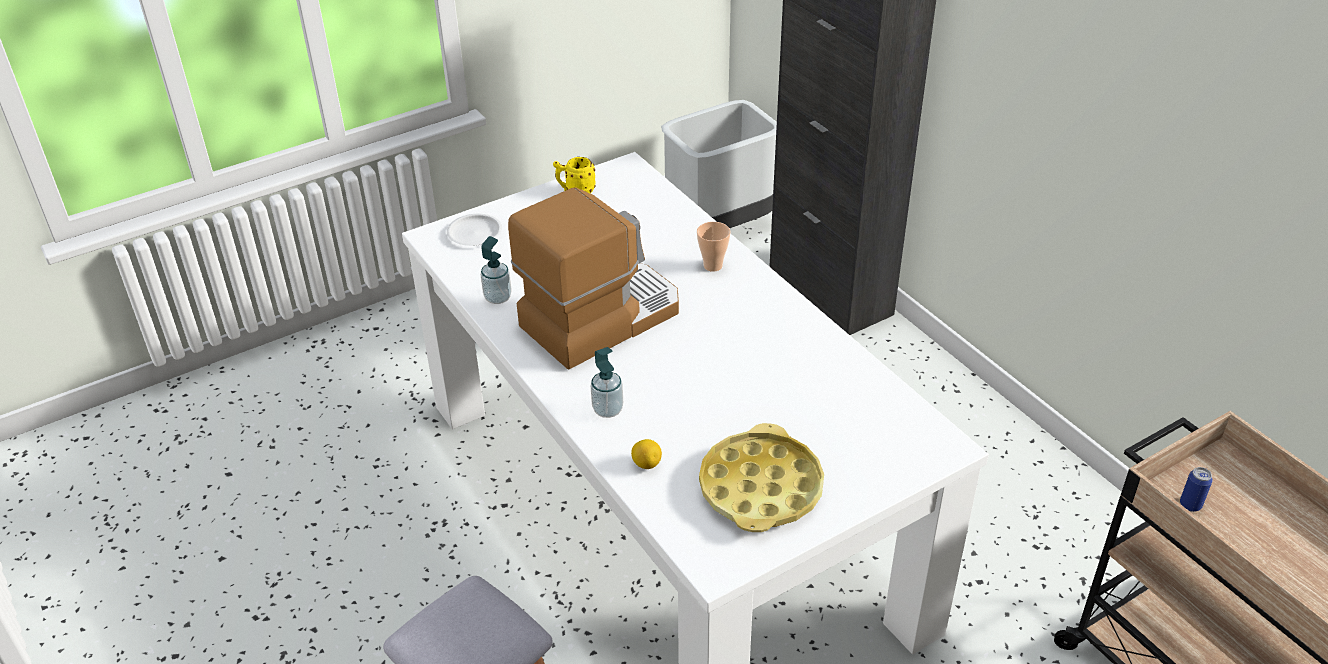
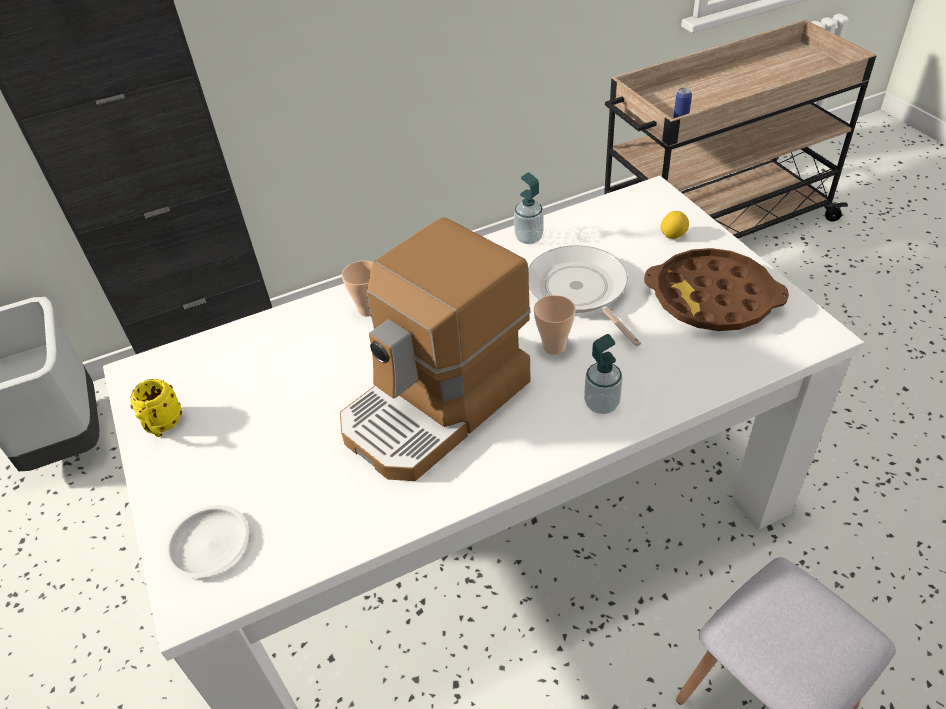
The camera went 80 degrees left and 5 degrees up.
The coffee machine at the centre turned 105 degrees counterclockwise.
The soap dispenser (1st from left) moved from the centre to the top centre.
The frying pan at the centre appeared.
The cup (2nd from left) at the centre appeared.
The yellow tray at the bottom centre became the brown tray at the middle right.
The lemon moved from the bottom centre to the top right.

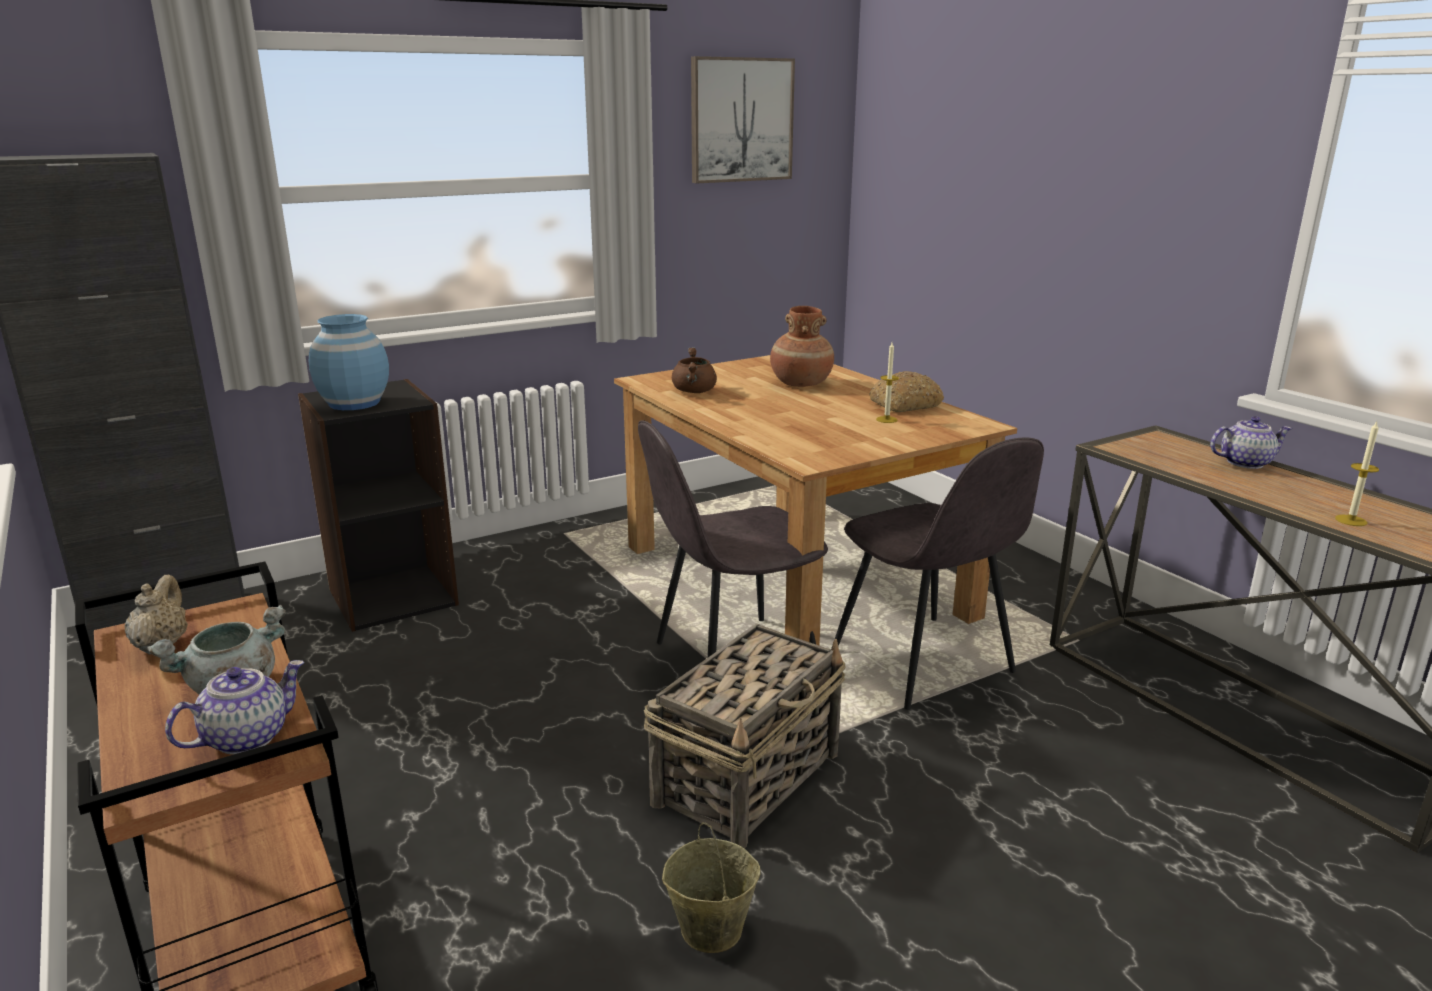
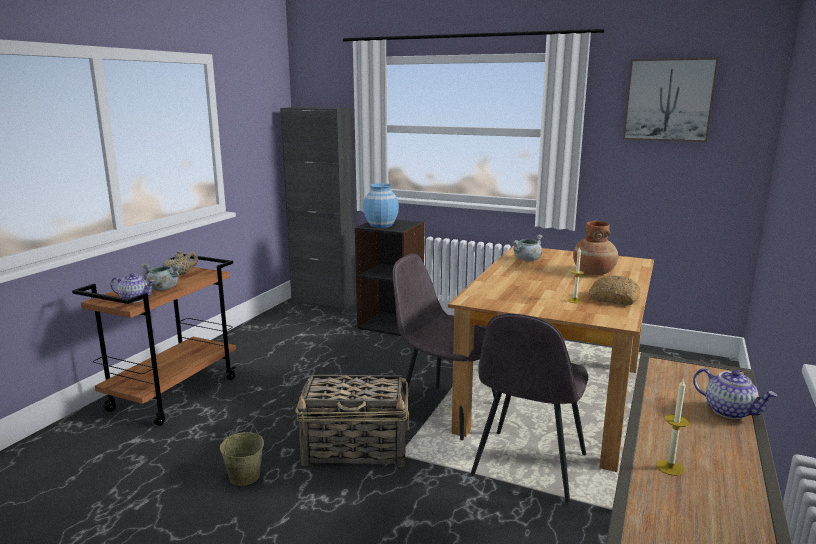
The camera went 55 degrees right and 5 degrees down.
The brown cooking pot at the centre became the grey cooking pot (2nd from left) at the centre.

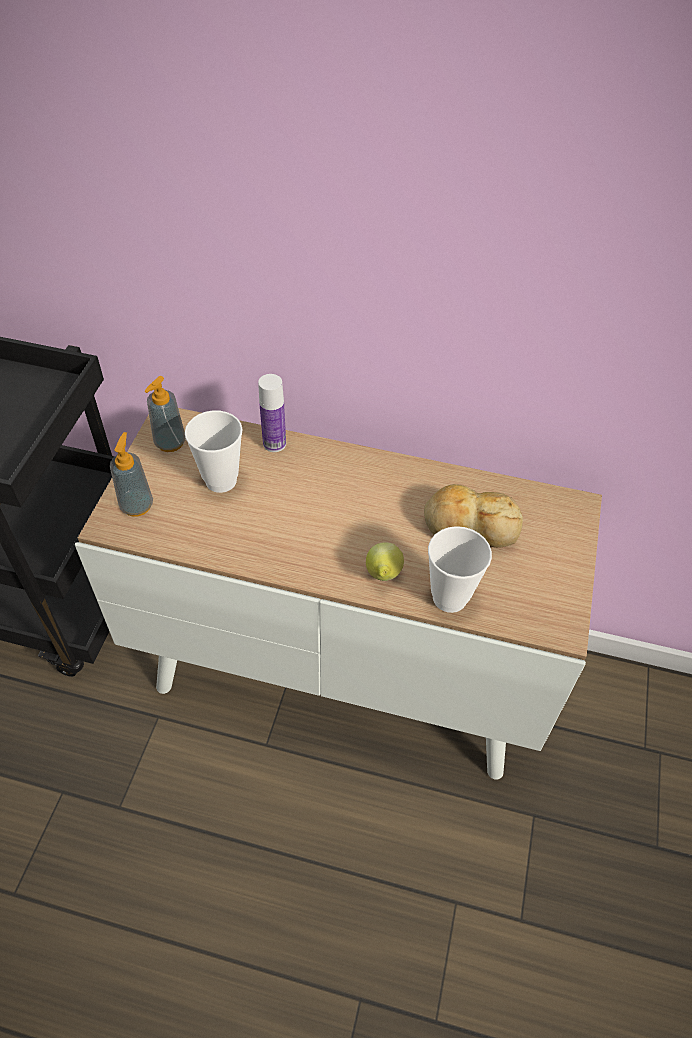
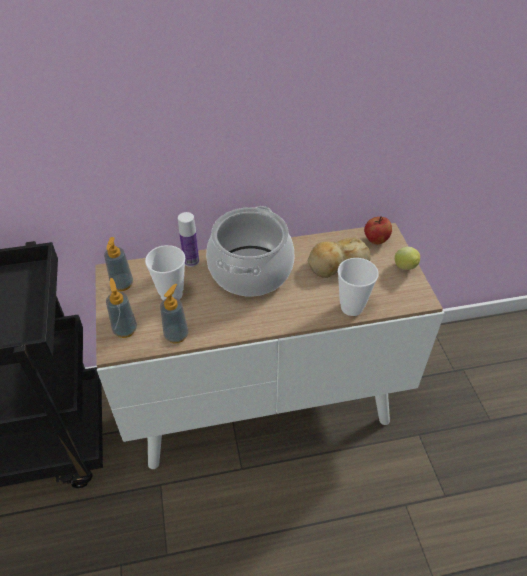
The camera went 25 degrees left and 5 degrees down.
The soap dispenser (3rd from left) at the middle left appeared.
The cooking pot at the centre appeared.
The apple at the middle right appeared.
The lemon moved from the centre to the middle right.

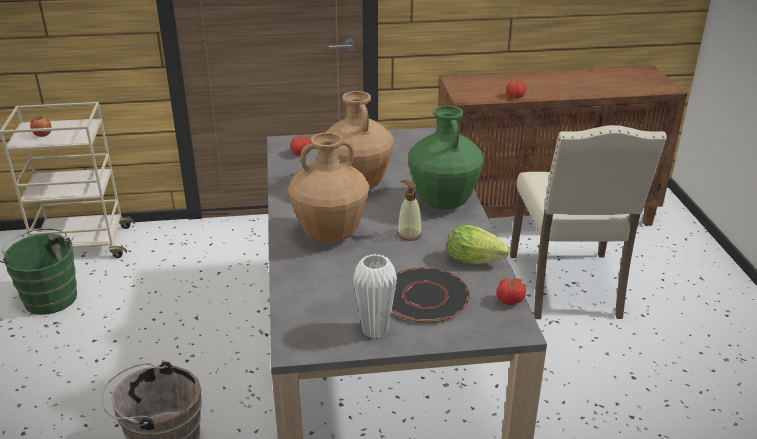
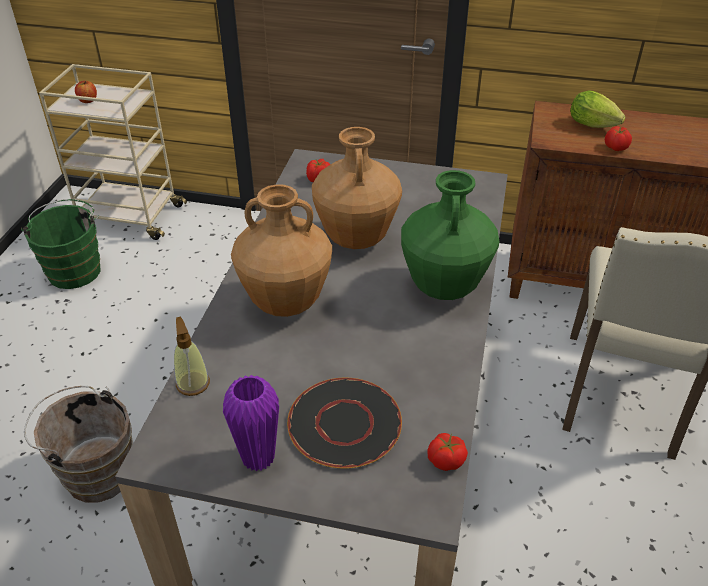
The camera went 20 degrees right and 10 degrees up.
The soap dispenser moved from the centre to the middle left.
The white vase at the bottom centre became the purple vase at the bottom centre.
The lettuce moved from the centre to the top right.

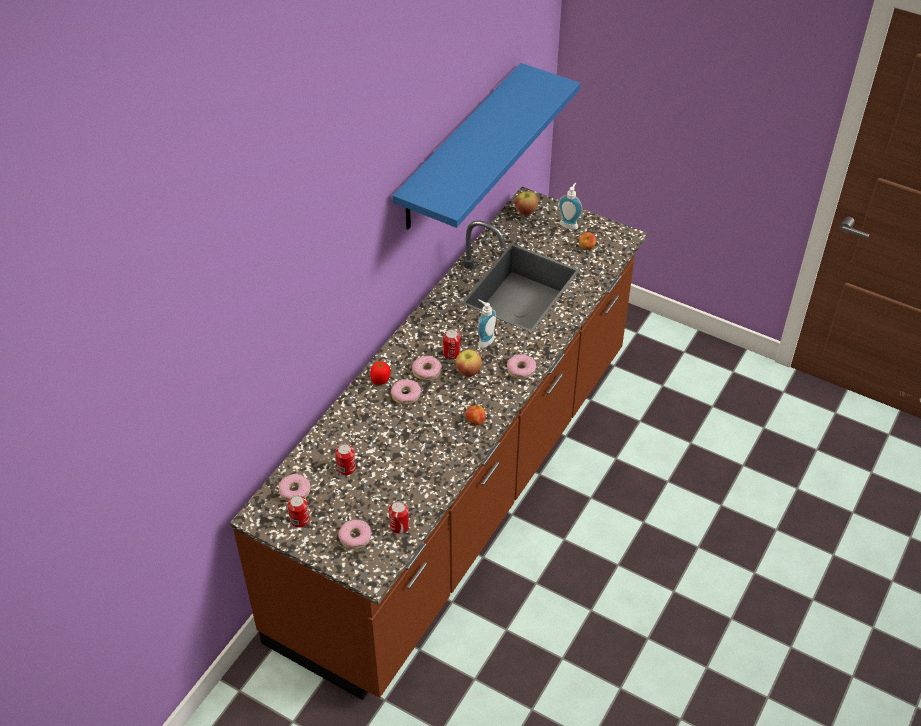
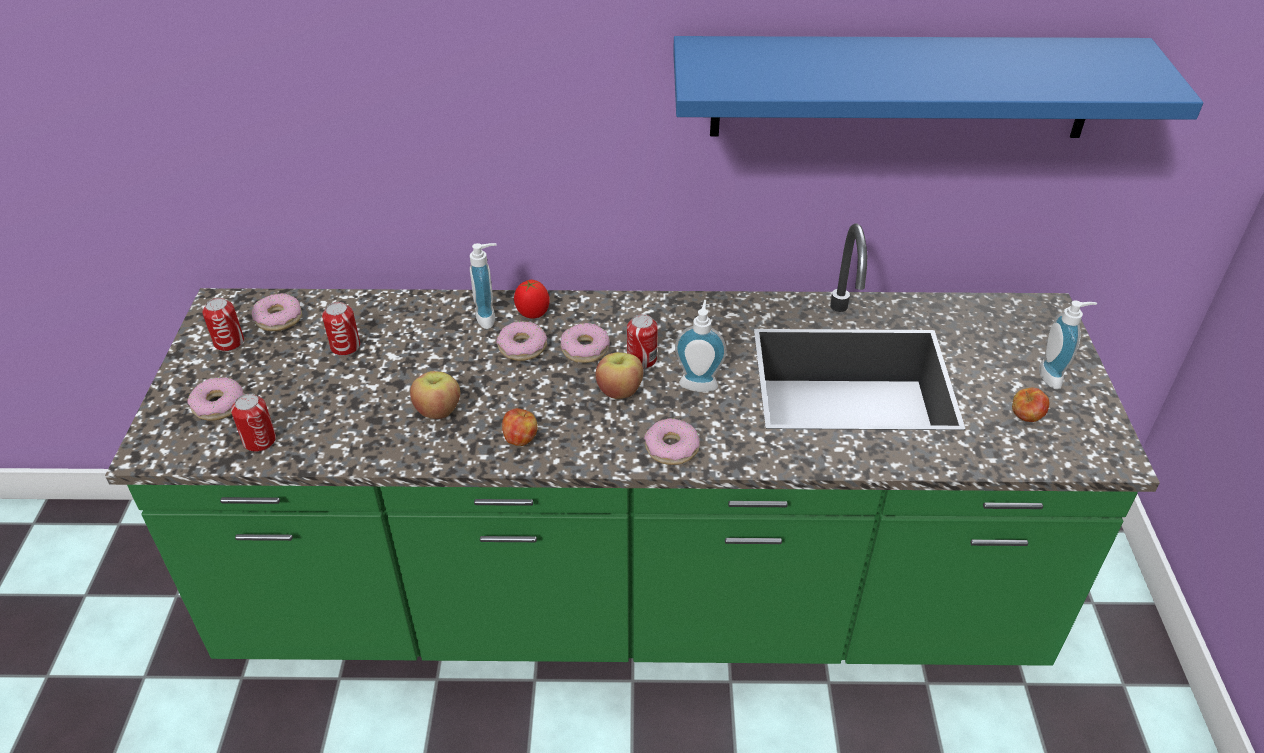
The camera went 60 degrees right and 5 degrees down.
The brown counter at the centre became the green counter at the centre.
The apple (3rd from left in the first image) moved from the top centre to the centre.
The soap dispenser (1st from left) at the centre appeared.

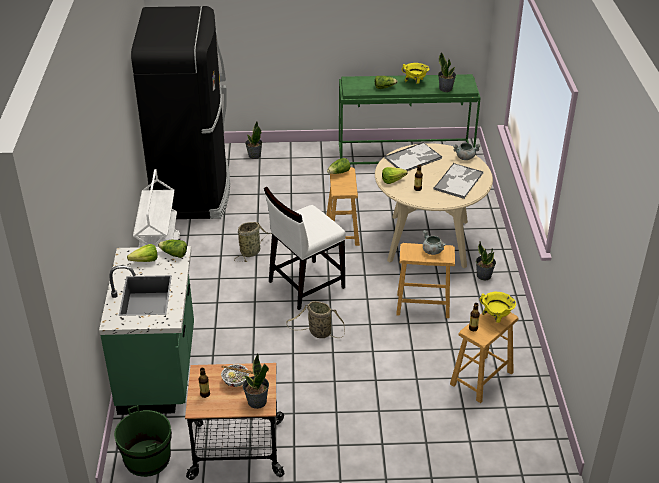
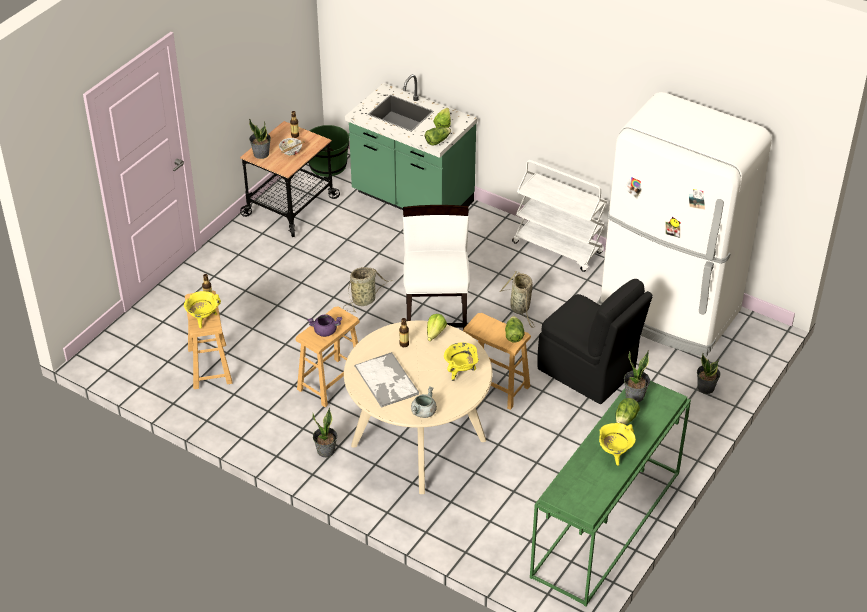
The camera went 125 degrees right and 5 degrees up.
The grey cooking pot (1st from left) at the centre became the purple cooking pot at the centre.
The tray (1st from left) at the top centre was replaced by the yellow cooking pot (2nd from left) at the centre.
The black chair at the middle right appeared.
The black fridge at the top left became the white fridge at the middle right.
The potted plant (3rd from left) moved from the top right to the middle right.

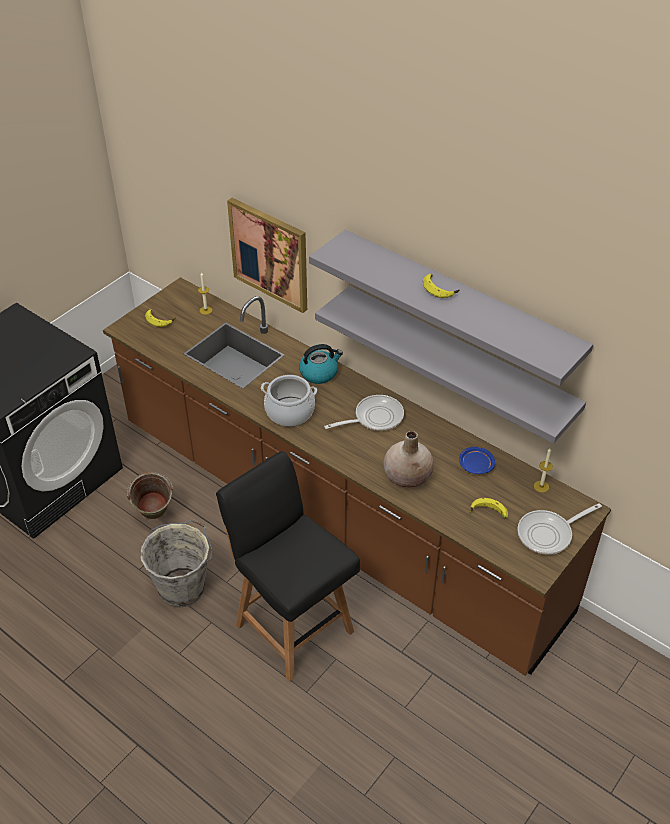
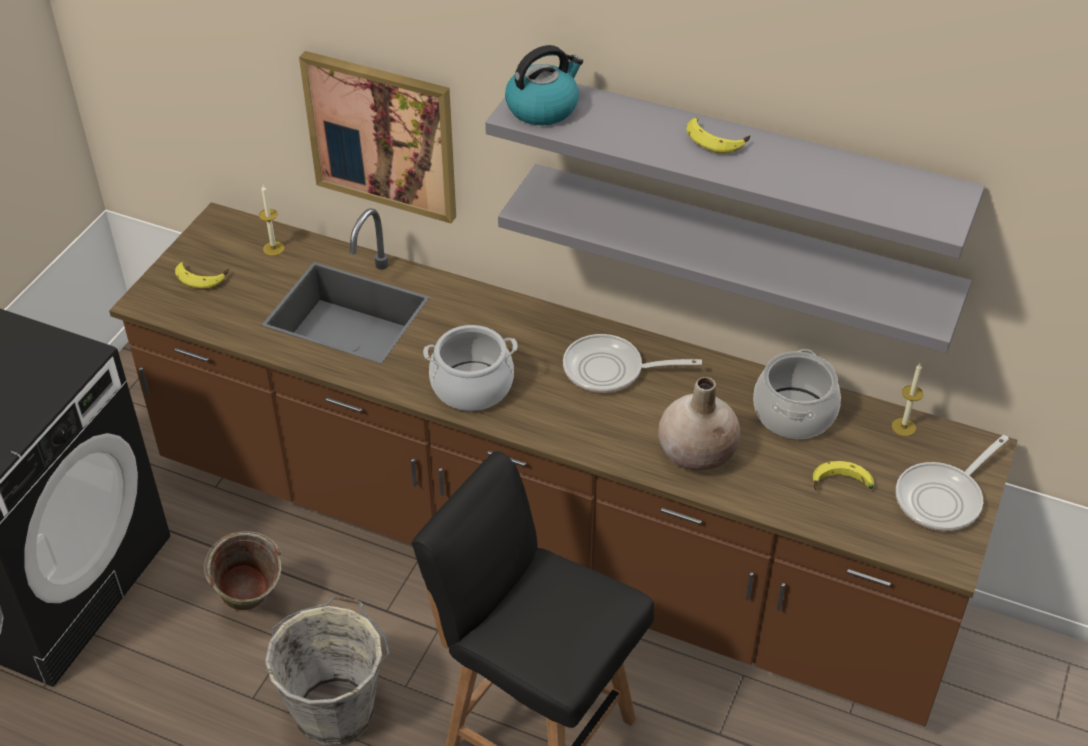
The camera went 15 degrees left and 0 degrees up.
The kettle moved from the centre to the top centre.
The frying pan (1st from left) at the centre turned 135 degrees counterclockwise.
The blue plate at the middle right was replaced by the cooking pot (2nd from left) at the middle right.

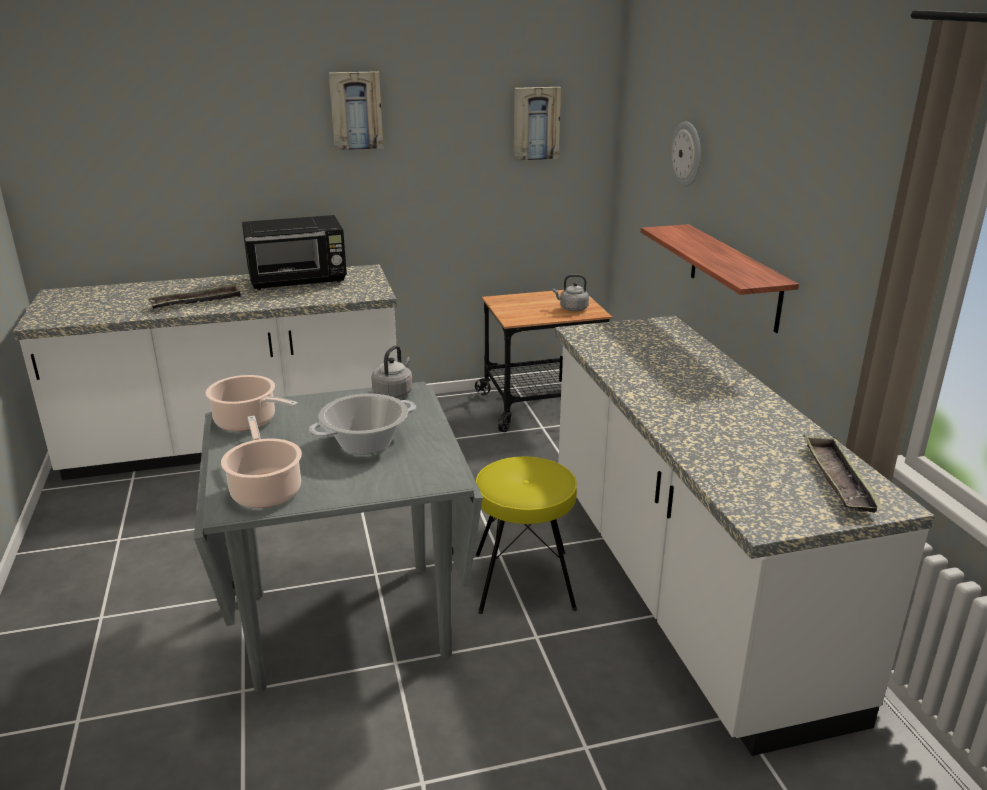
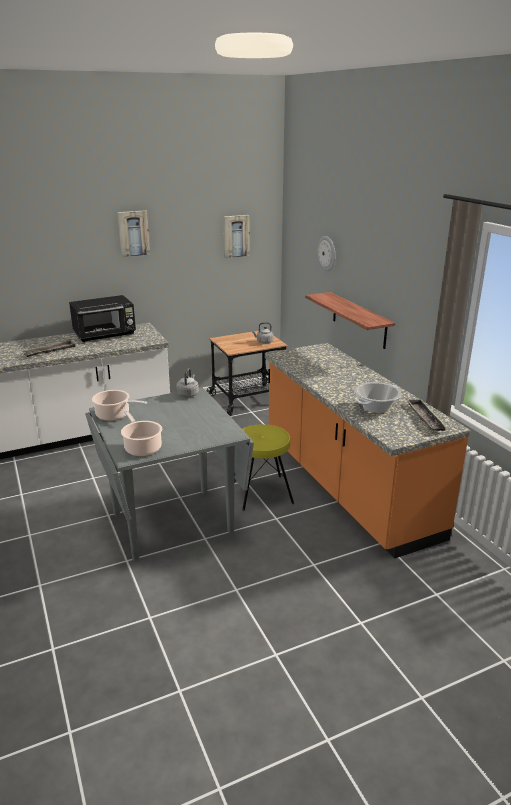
The camera went 10 degrees left and 0 degrees up.
The white counter (2nd from left) at the bottom right became the orange counter at the middle right.
The cooking pot (3rd from left) moved from the centre to the middle right.

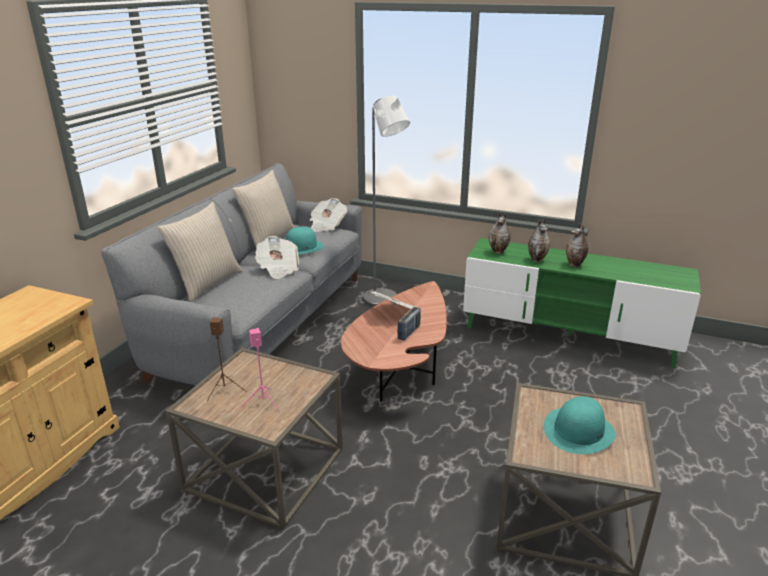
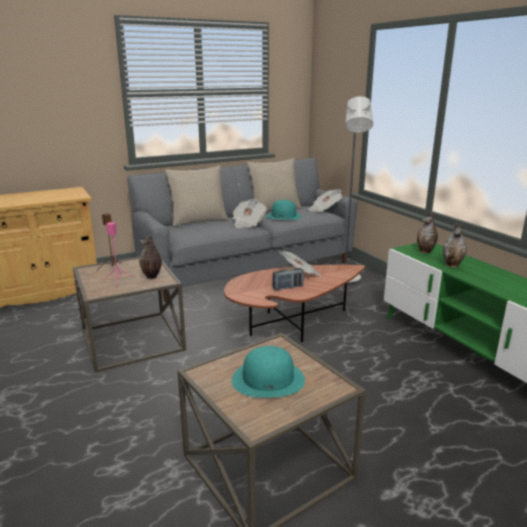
The camera went 40 degrees right and 5 degrees down.
The vase (3rd from left in the first image) moved from the middle right to the middle left.

